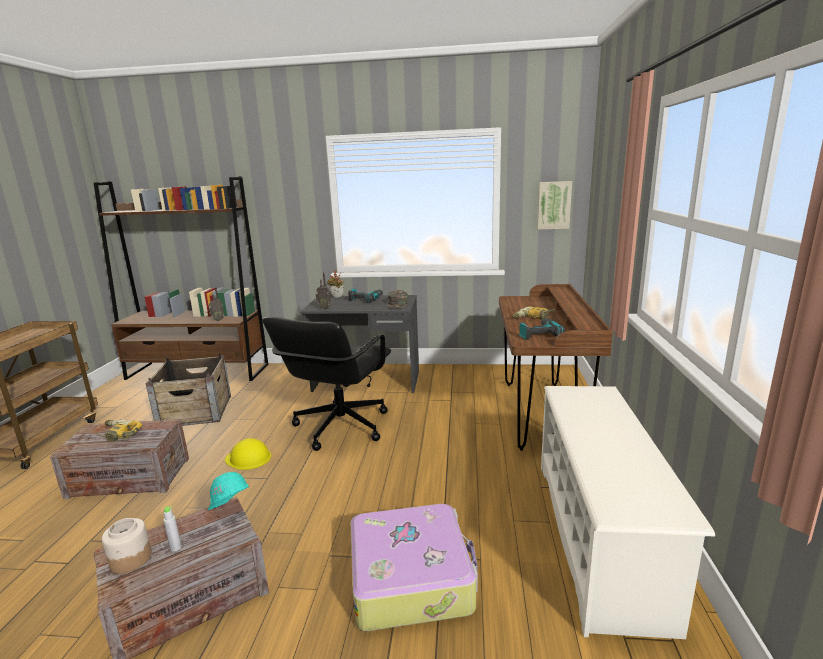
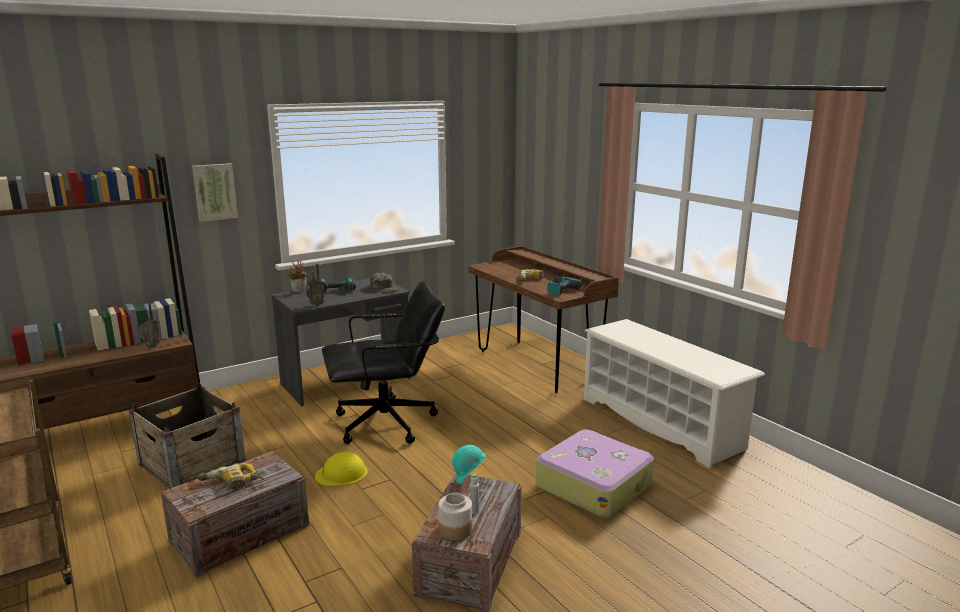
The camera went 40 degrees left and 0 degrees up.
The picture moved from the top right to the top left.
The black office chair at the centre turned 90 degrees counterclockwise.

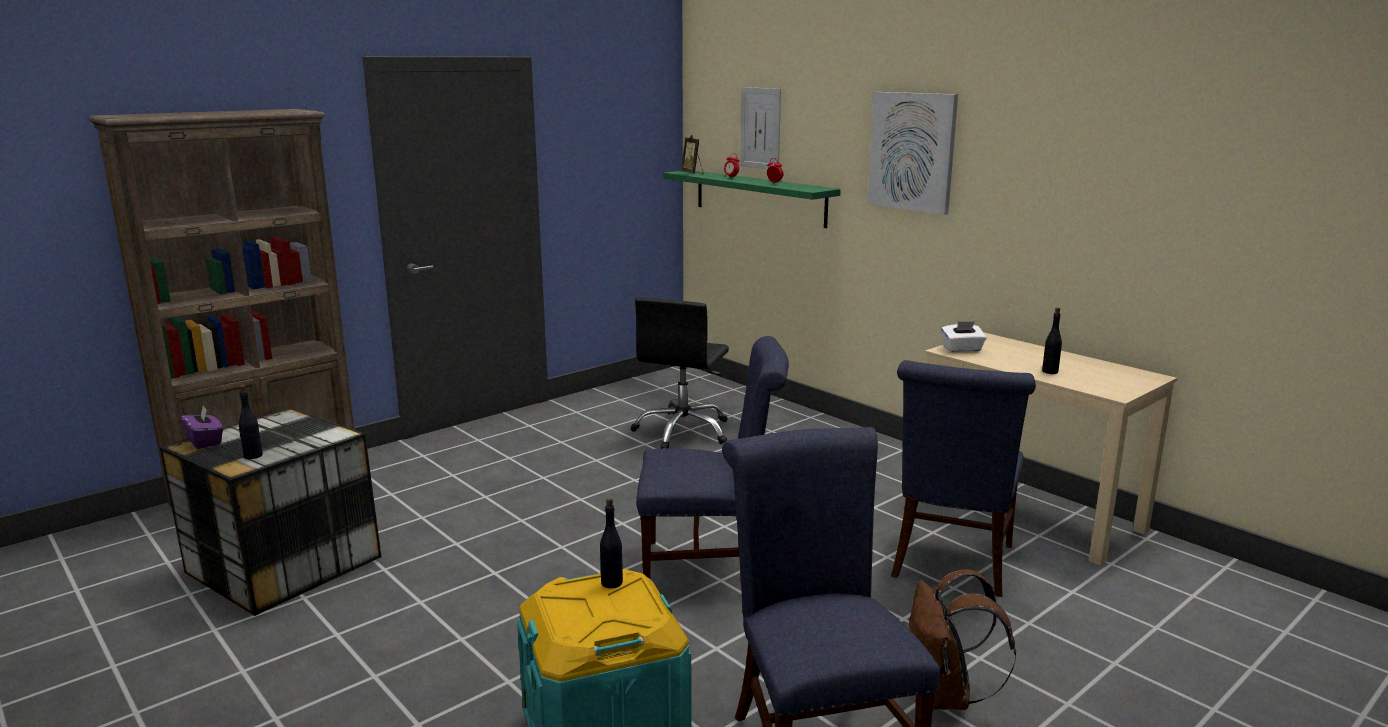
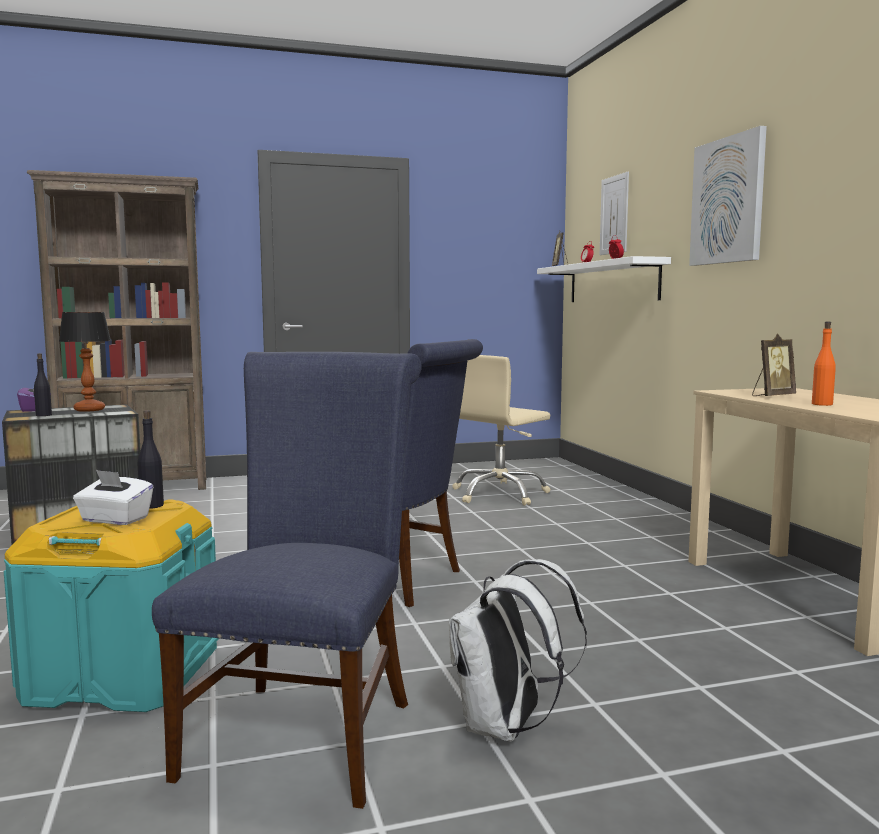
The camera went 25 degrees right and 10 degrees down.
The table lamp at the middle left appeared.
The white tissue box moved from the middle right to the middle left.
The brown backpack at the bottom right became the white backpack at the bottom centre.
The black office chair at the centre became the beige office chair at the centre.
The green shelf at the top centre became the white shelf at the middle right.
The picture frame (2nd from left) at the middle right appeared.
The black bottle (3rd from left) at the middle right became the orange bottle at the middle right.
The blue chair (3rd from left) at the middle right disappeared.

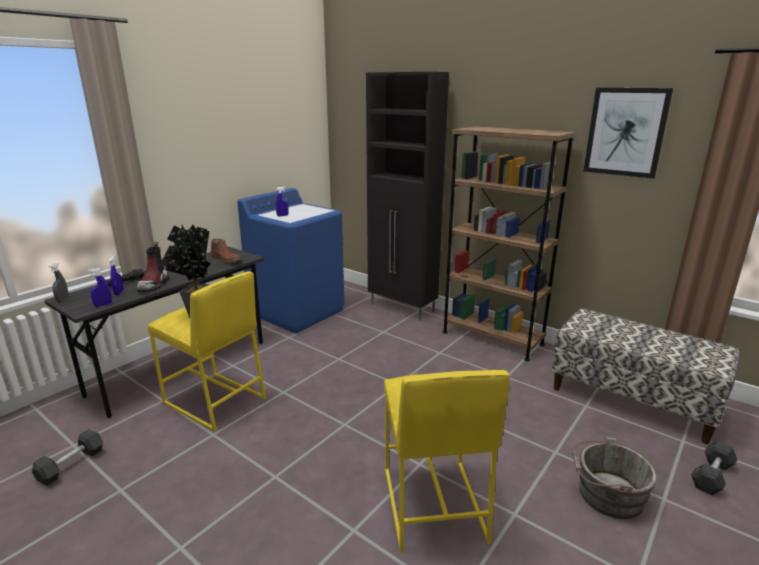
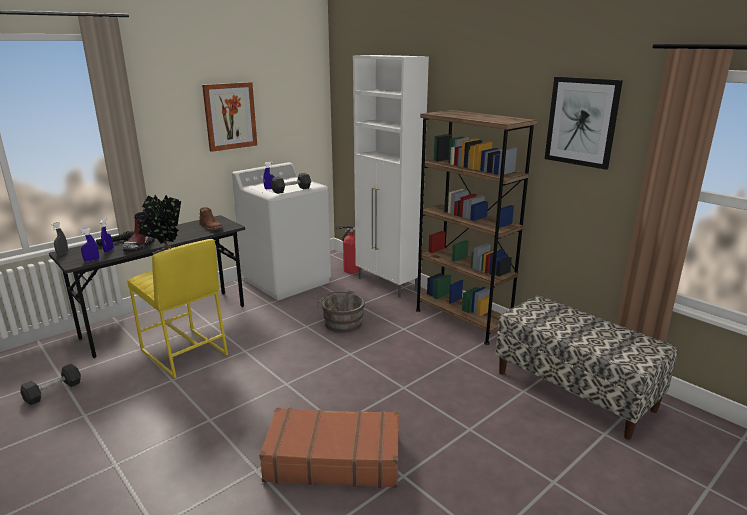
The camera went 10 degrees right and 0 degrees up.
The picture (1st from left) at the top left appeared.
The blue washing machine at the centre became the white washing machine at the centre.
The yellow stool (2nd from left) at the bottom centre was replaced by the brown suitcase at the bottom centre.
The grey dumbbell (2nd from left) moved from the bottom right to the centre.
The grey bucket moved from the bottom right to the centre.
The fire extinguisher at the centre appeared.
The black cabinet at the centre became the white cabinet at the centre.

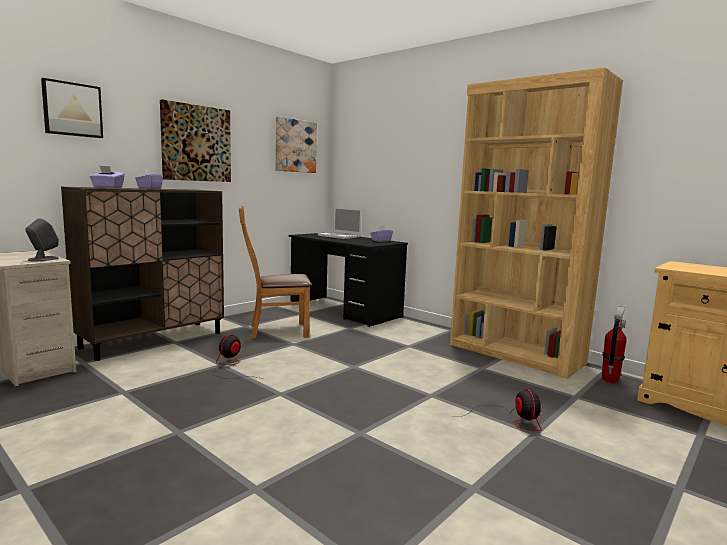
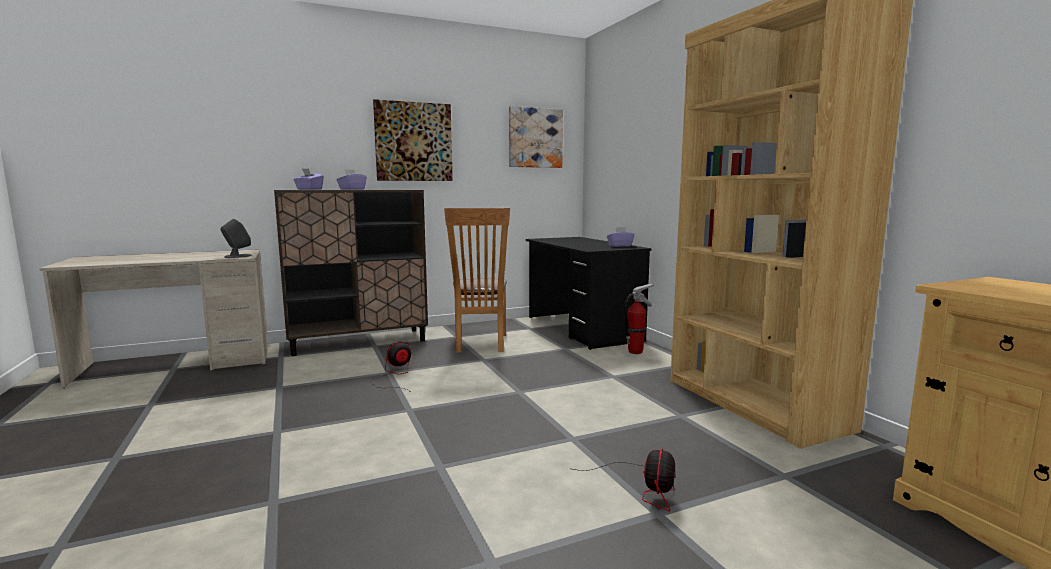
The camera went 25 degrees right and 0 degrees up.
The brown chair at the centre turned 105 degrees counterclockwise.
The fire extinguisher moved from the middle right to the centre.
The picture (1st from left) at the top left disappeared.
The laptop at the centre disappeared.

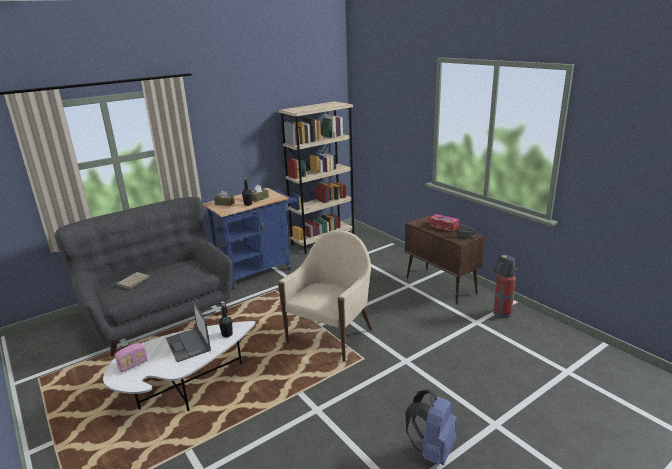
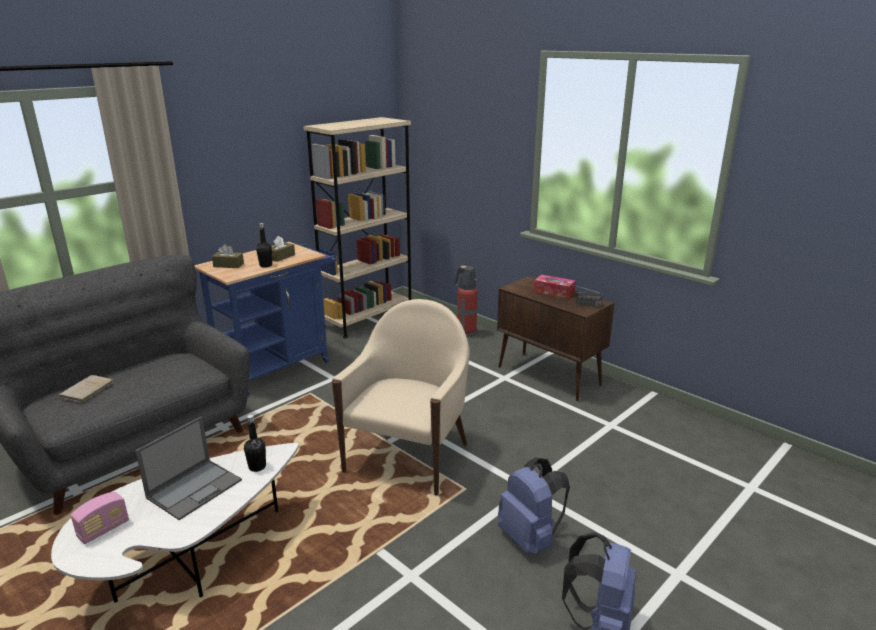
The camera went 10 degrees left and 0 degrees up.
The laptop at the bottom left turned 105 degrees counterclockwise.
The fire extinguisher moved from the middle right to the centre.
The blue backpack (1st from left) at the bottom centre appeared.

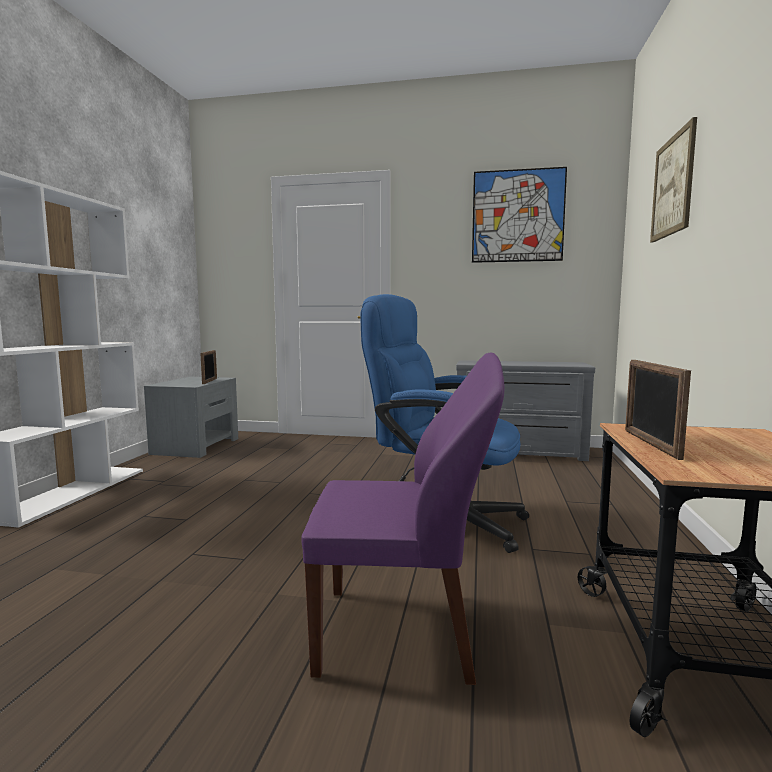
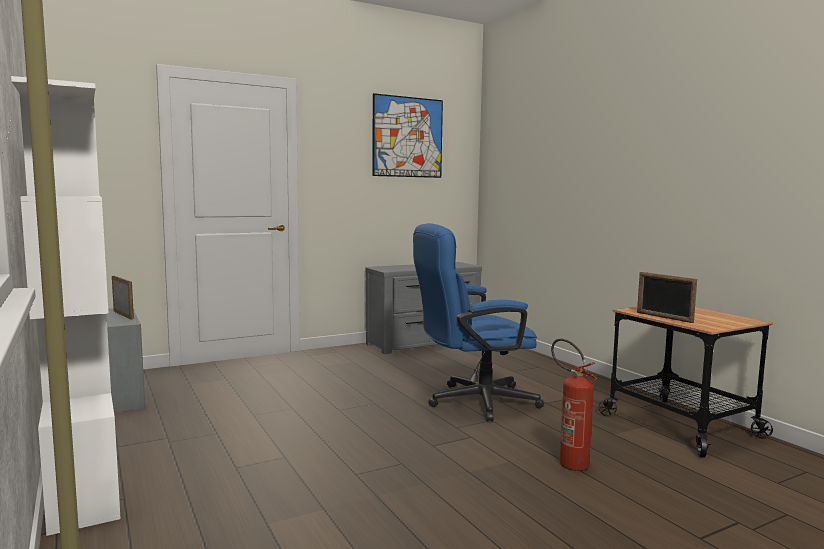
The camera went 40 degrees left and 0 degrees up.
The purple chair at the bottom centre was replaced by the fire extinguisher at the bottom right.
The picture (2nd from left) at the top right disappeared.

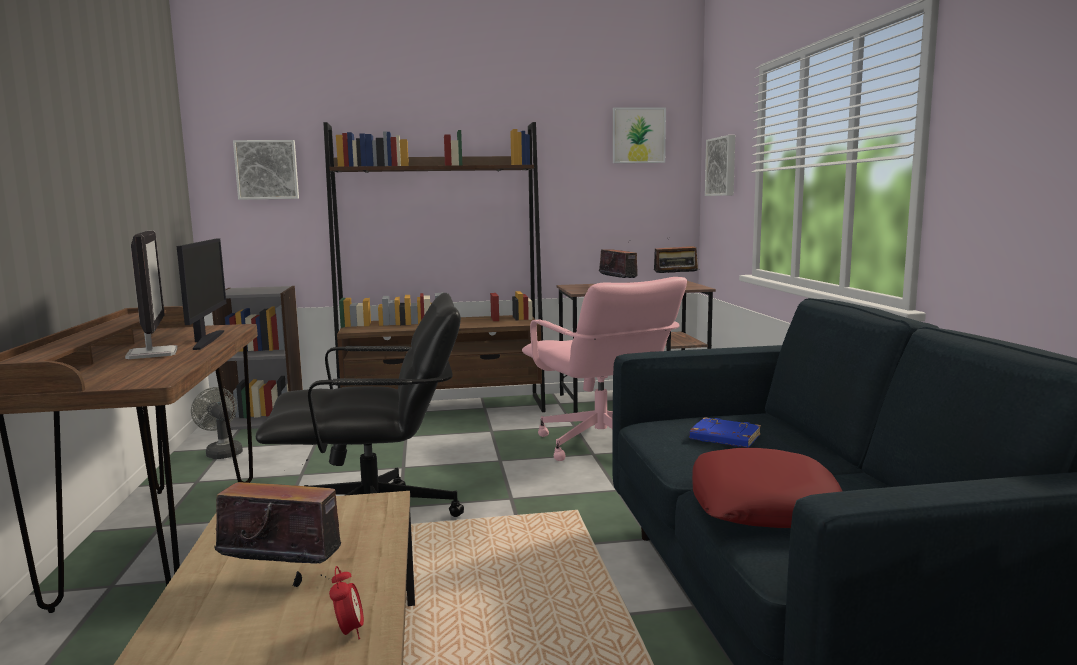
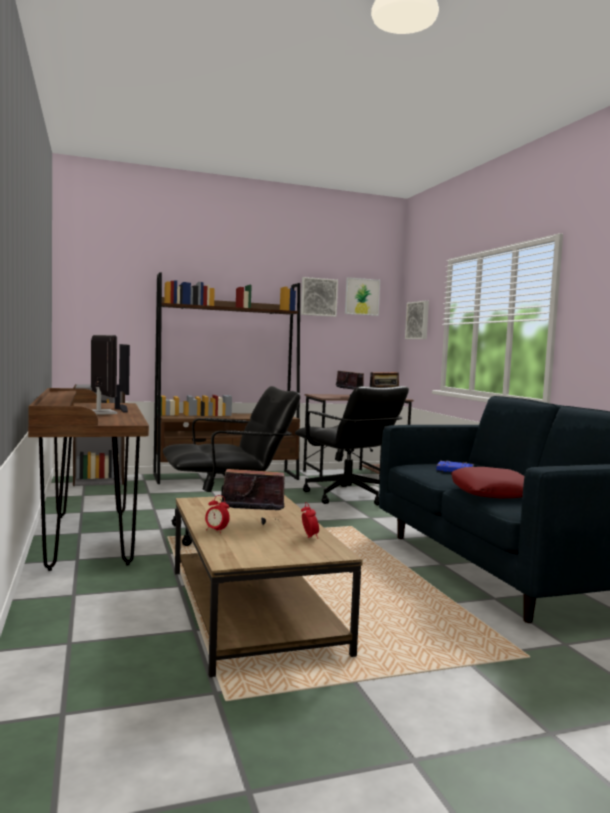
The camera went 10 degrees left and 5 degrees down.
The alarm clock (1st from left) at the centre appeared.
The pink office chair at the centre became the black office chair (2nd from left) at the centre.
The picture (1st from left) moved from the top left to the centre.
The grey fan at the middle left disappeared.

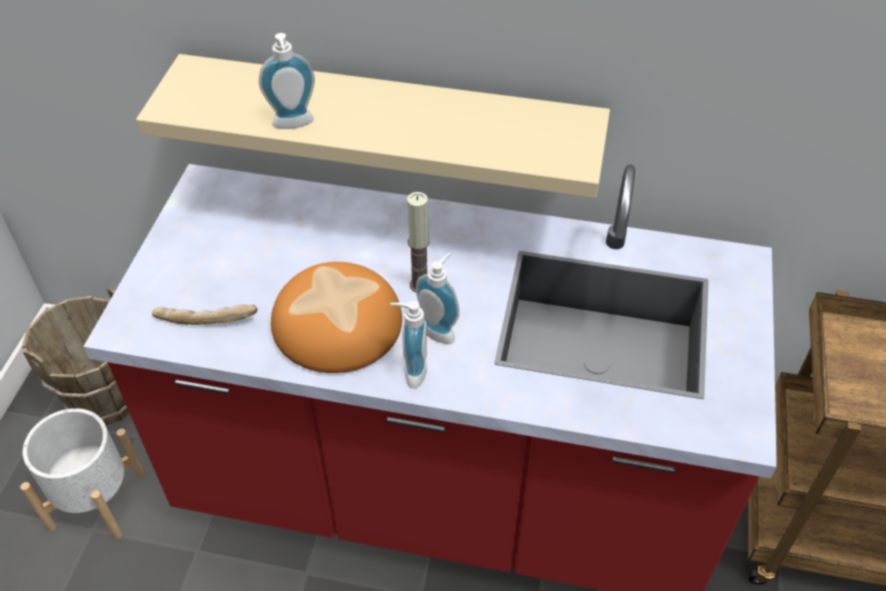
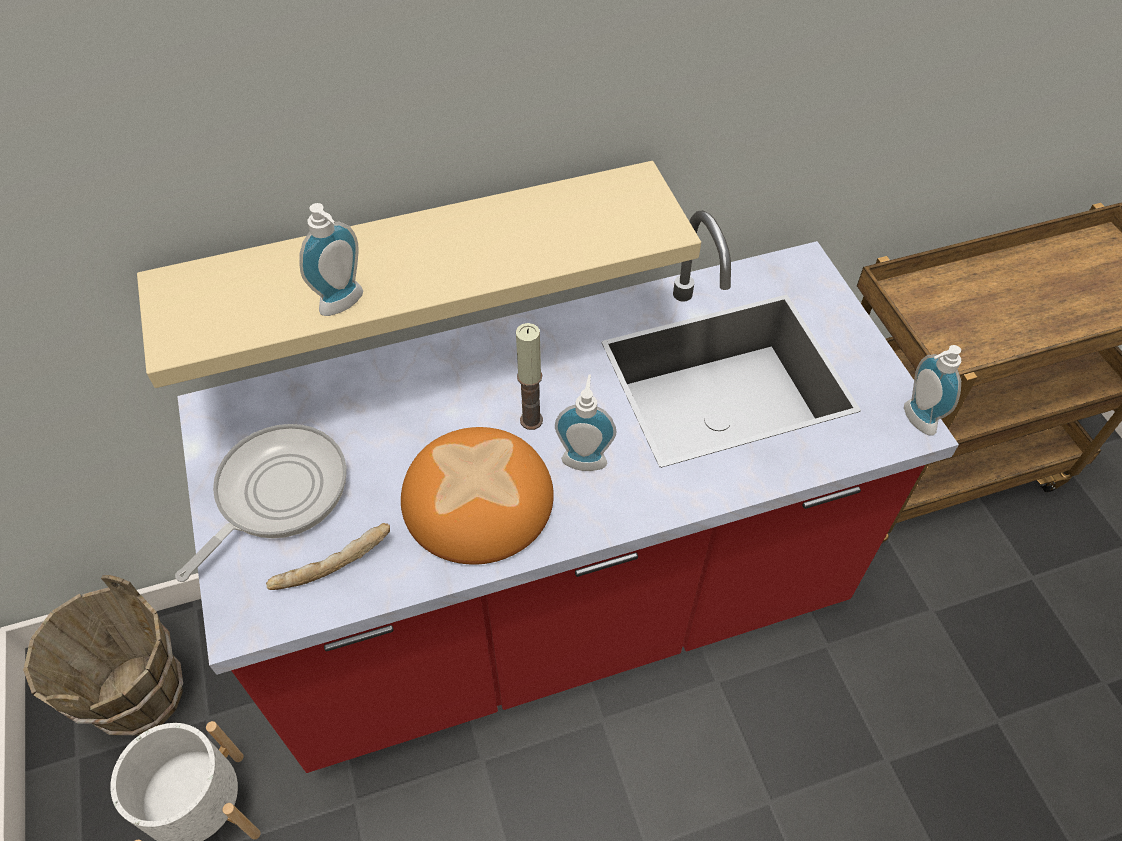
The camera went 30 degrees left and 5 degrees up.
The frying pan at the middle left appeared.
The soap dispenser (2nd from left in the first image) moved from the centre to the middle right.

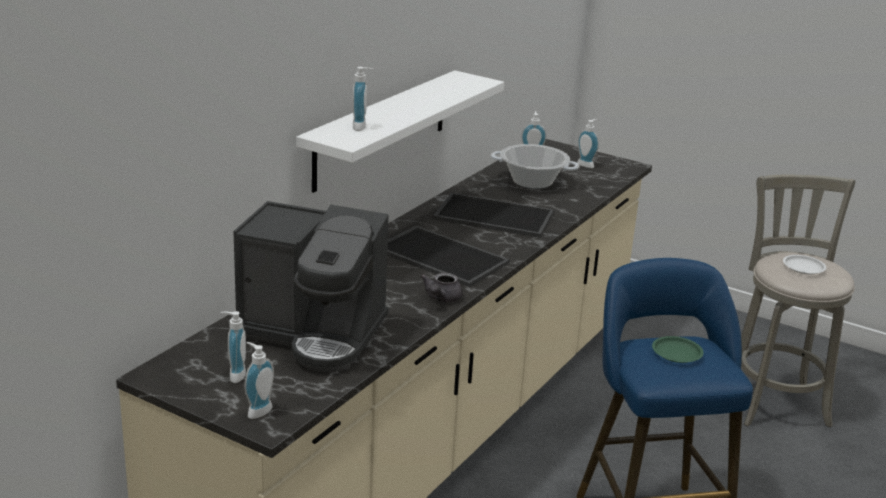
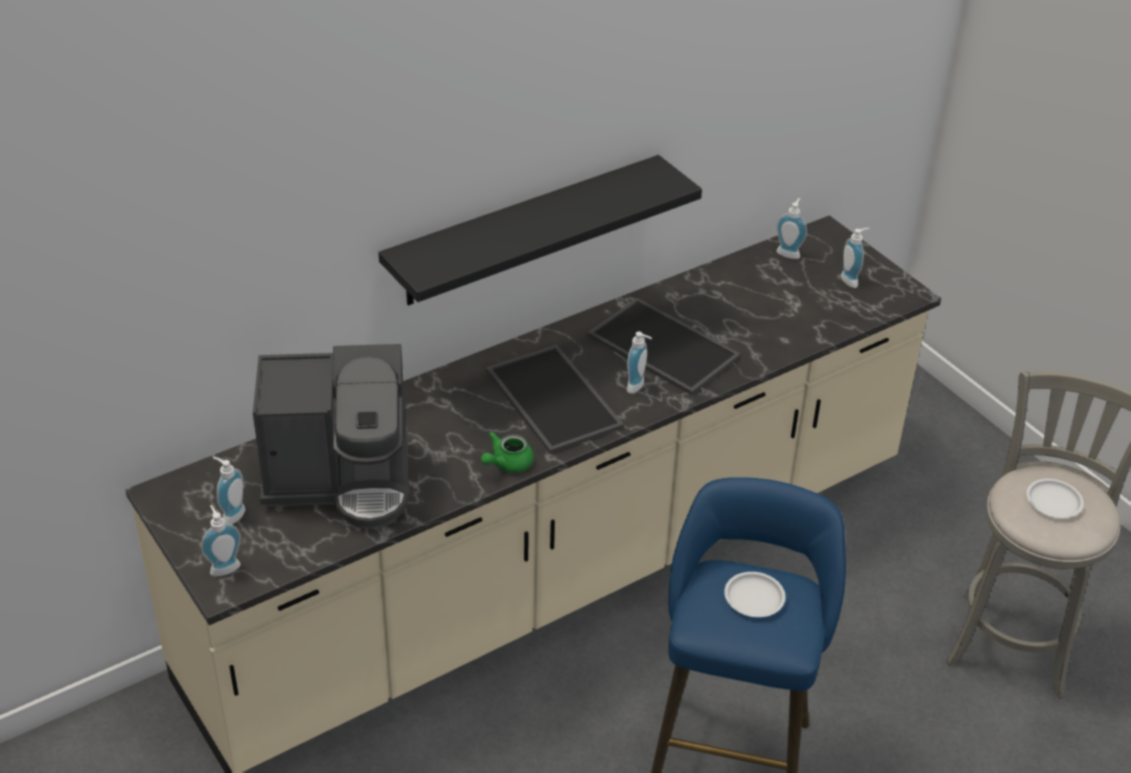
The camera went 25 degrees right and 15 degrees up.
The coffee machine at the centre turned 45 degrees counterclockwise.
The white shelf at the top centre became the black shelf at the top centre.
The grey teapot at the centre became the green teapot at the centre.
The soap dispenser (3rd from left) moved from the top centre to the centre.
The green plate at the bottom right became the white plate (1st from left) at the bottom right.
The cooking pot at the centre disappeared.

